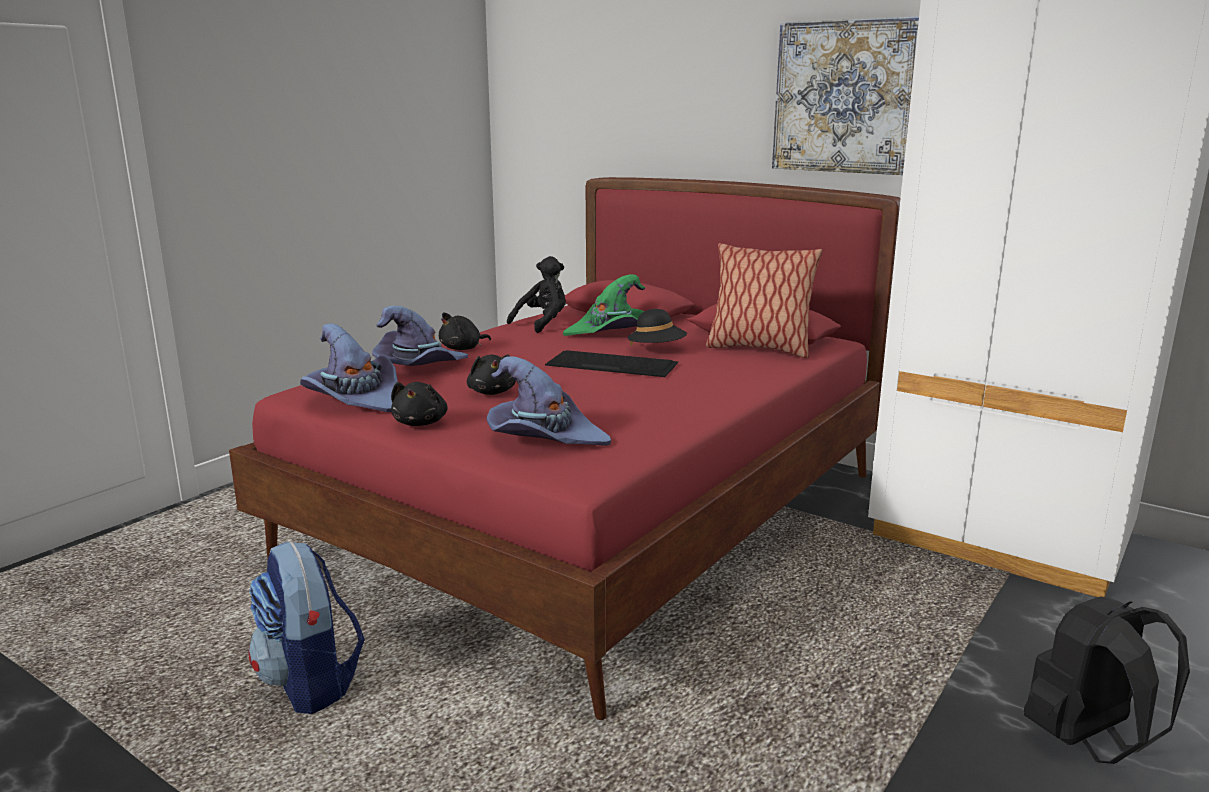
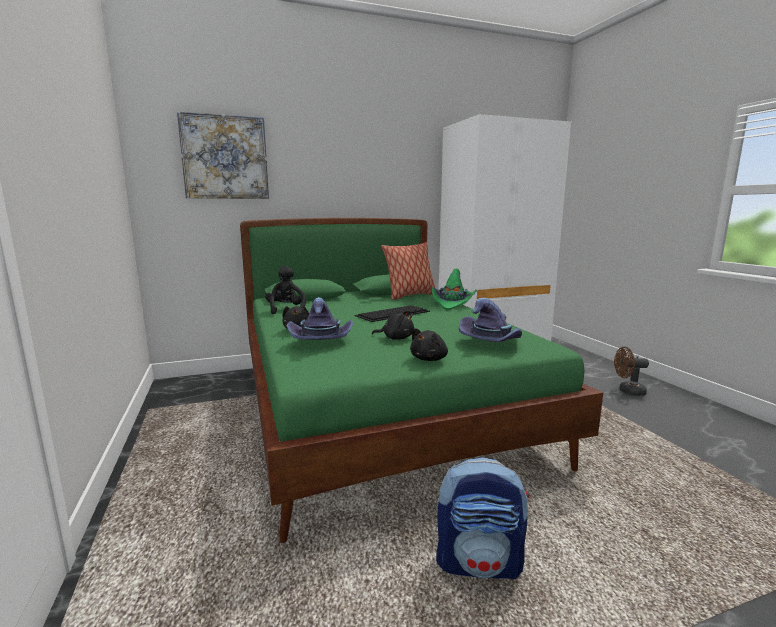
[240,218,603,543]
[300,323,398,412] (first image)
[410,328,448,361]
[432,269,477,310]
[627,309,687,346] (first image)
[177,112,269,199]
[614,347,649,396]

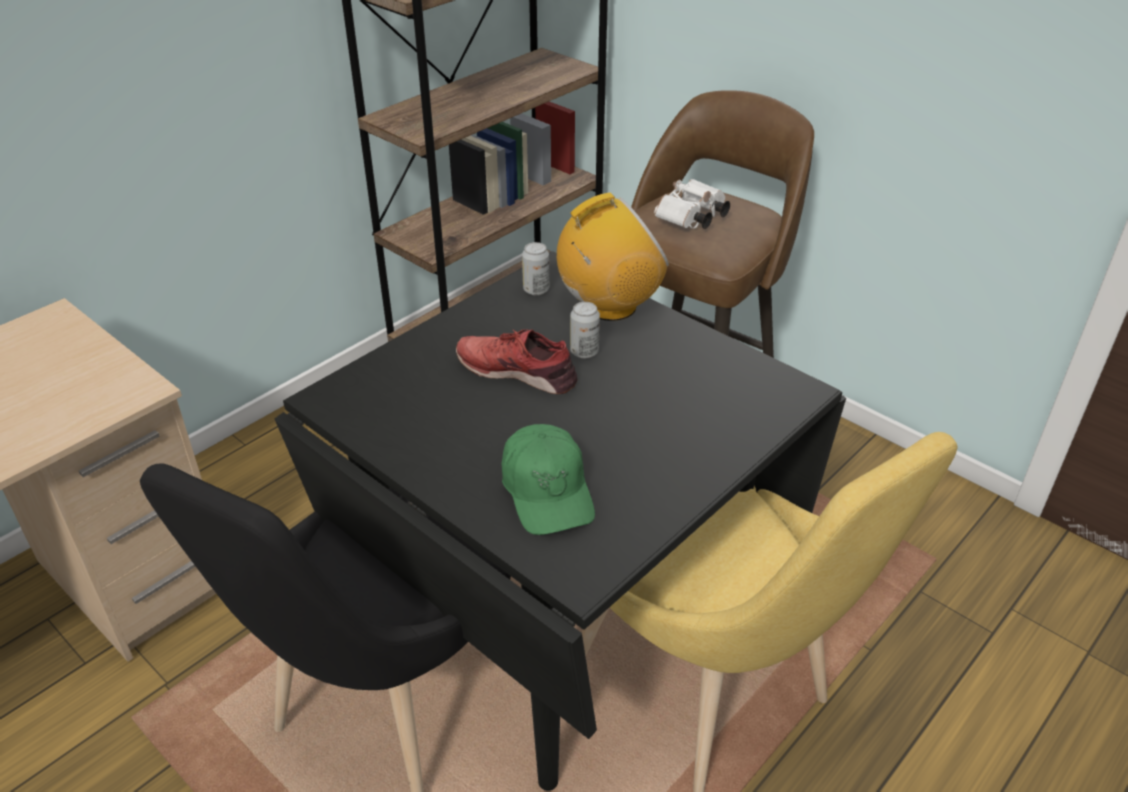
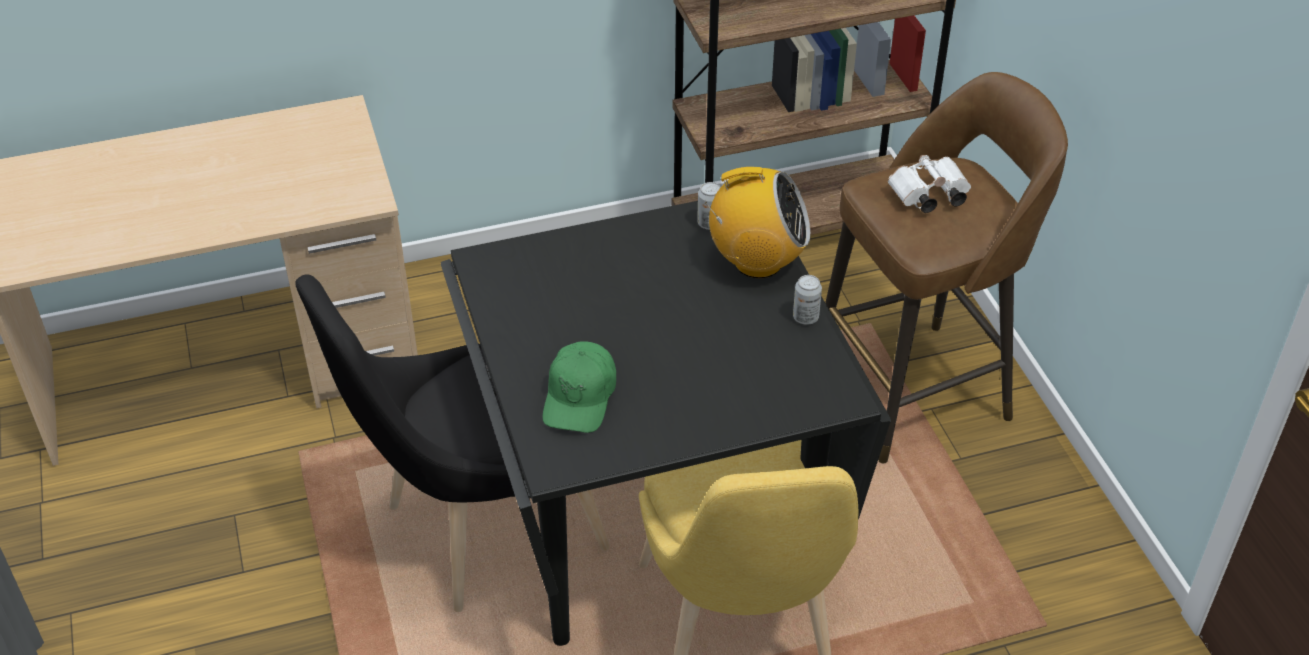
[456,329,577,394] (first image)
[793,275,822,325]

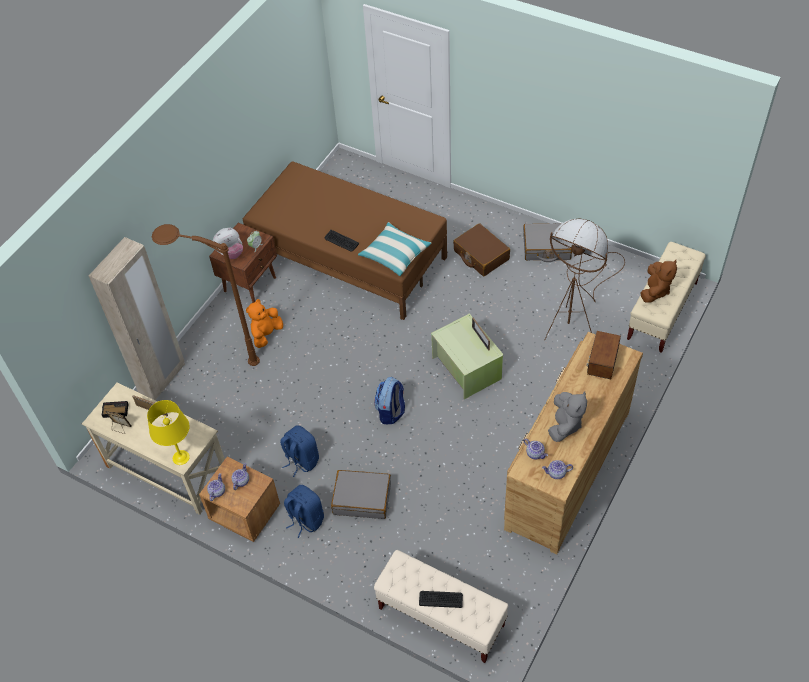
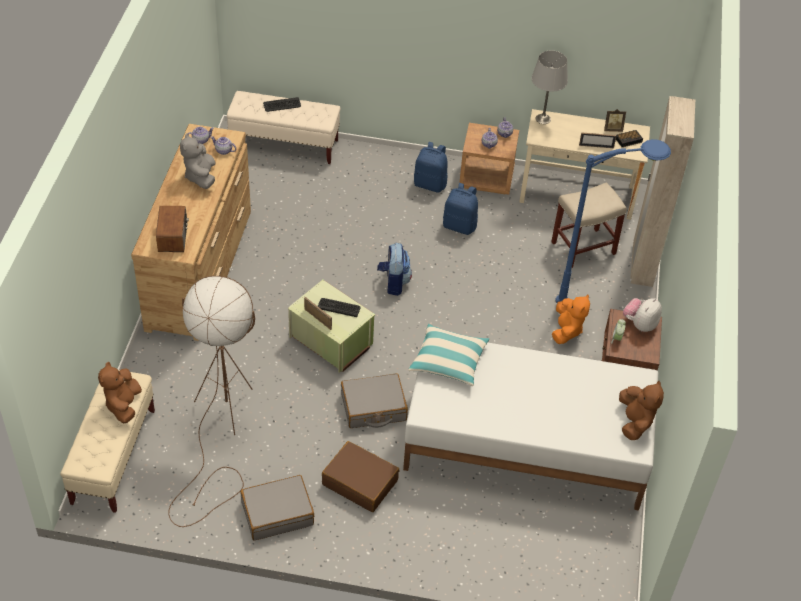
[532,51,568,124]
[556,139,671,303]
[403,339,658,510]
[318,298,361,317]
[341,373,408,428]
[551,182,627,268]
[619,381,664,440]

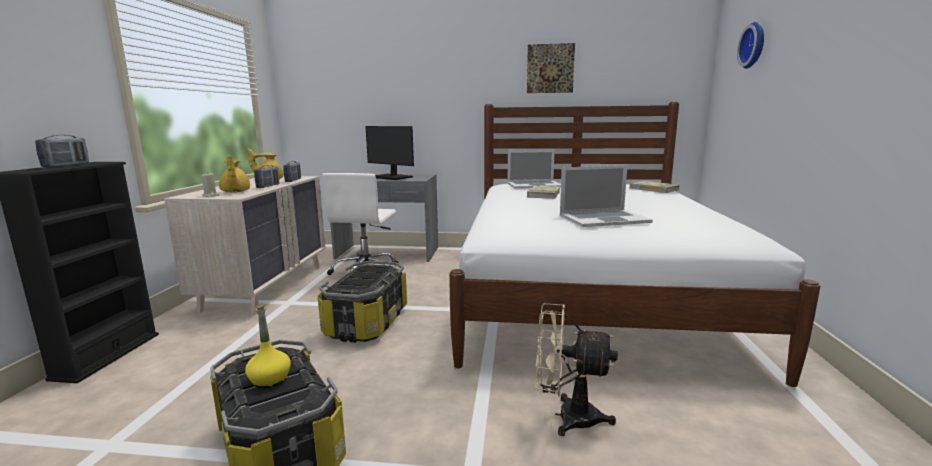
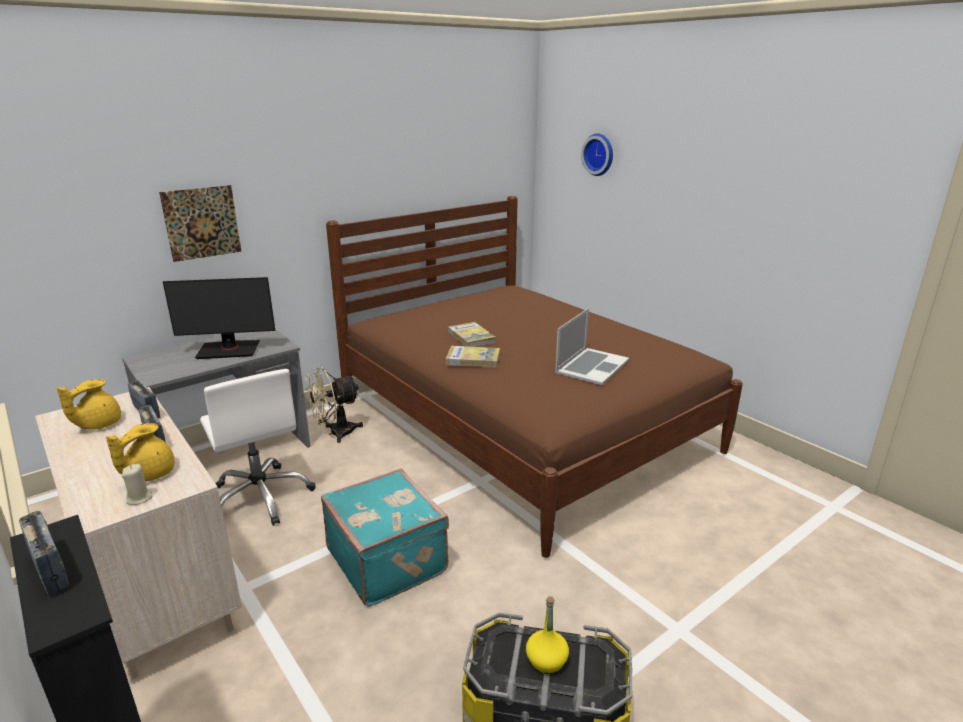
[106,423,174,482]
[321,469,449,607]
[326,195,743,558]
[507,150,561,189] (first image)
[159,185,241,262]
[305,367,363,443]
[446,346,500,368]

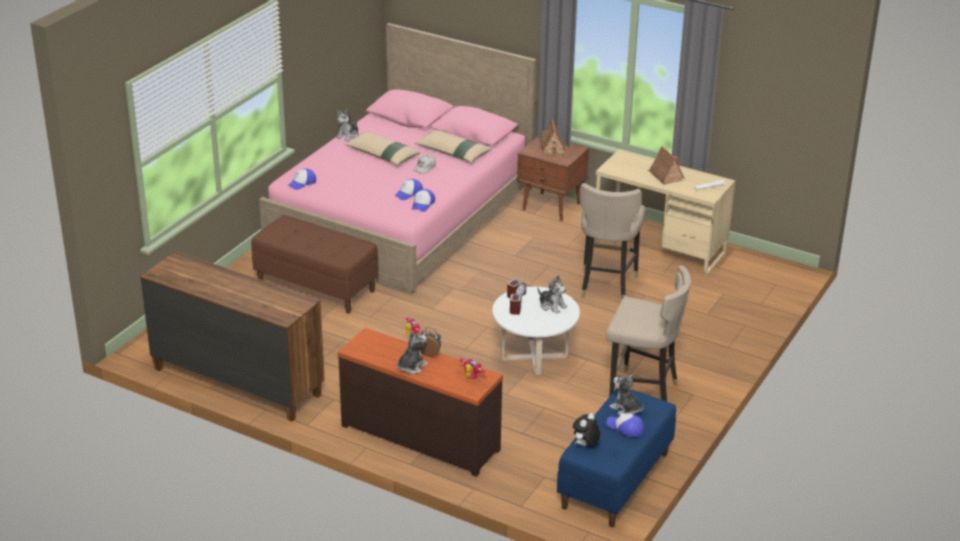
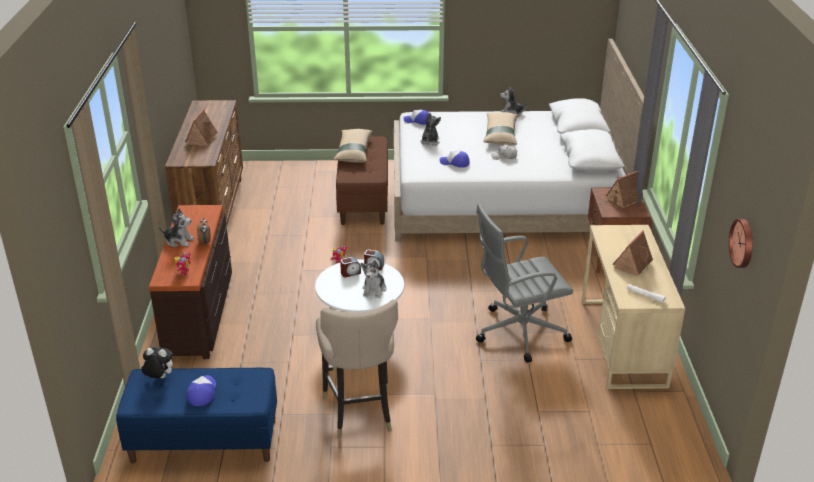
[394,39,644,241]
[412,189,435,212] (first image)
[333,129,373,163]
[476,203,573,363]
[420,112,441,146]
[185,109,218,146]
[729,219,753,268]

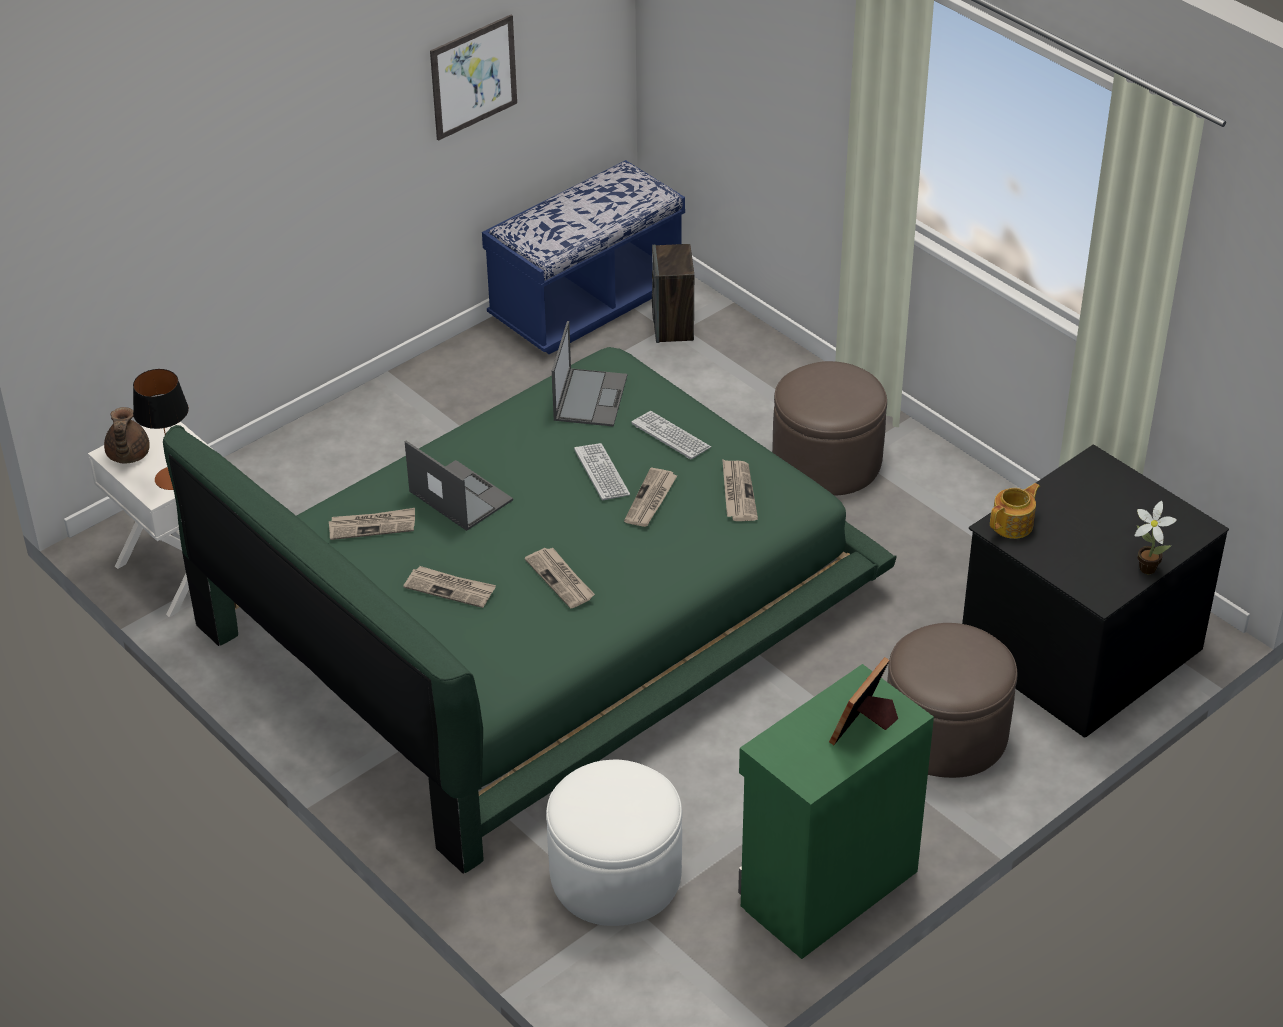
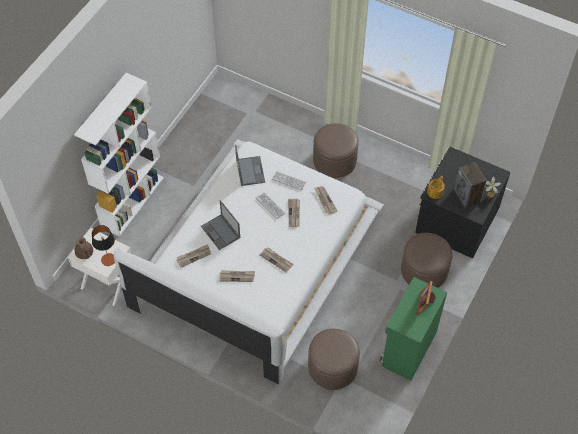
[113,139,384,385]
[201,200,240,250]
[430,15,517,141] (first image)
[482,160,685,354] (first image)
[308,329,360,390]
[454,162,487,208]
[74,73,164,237]

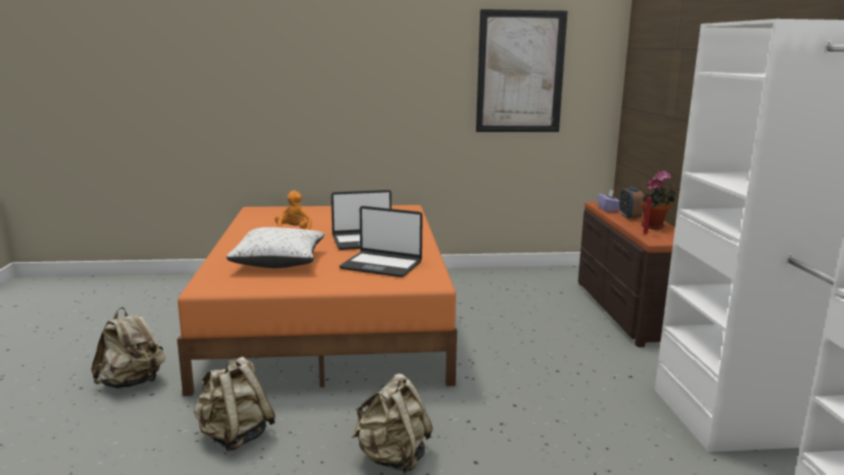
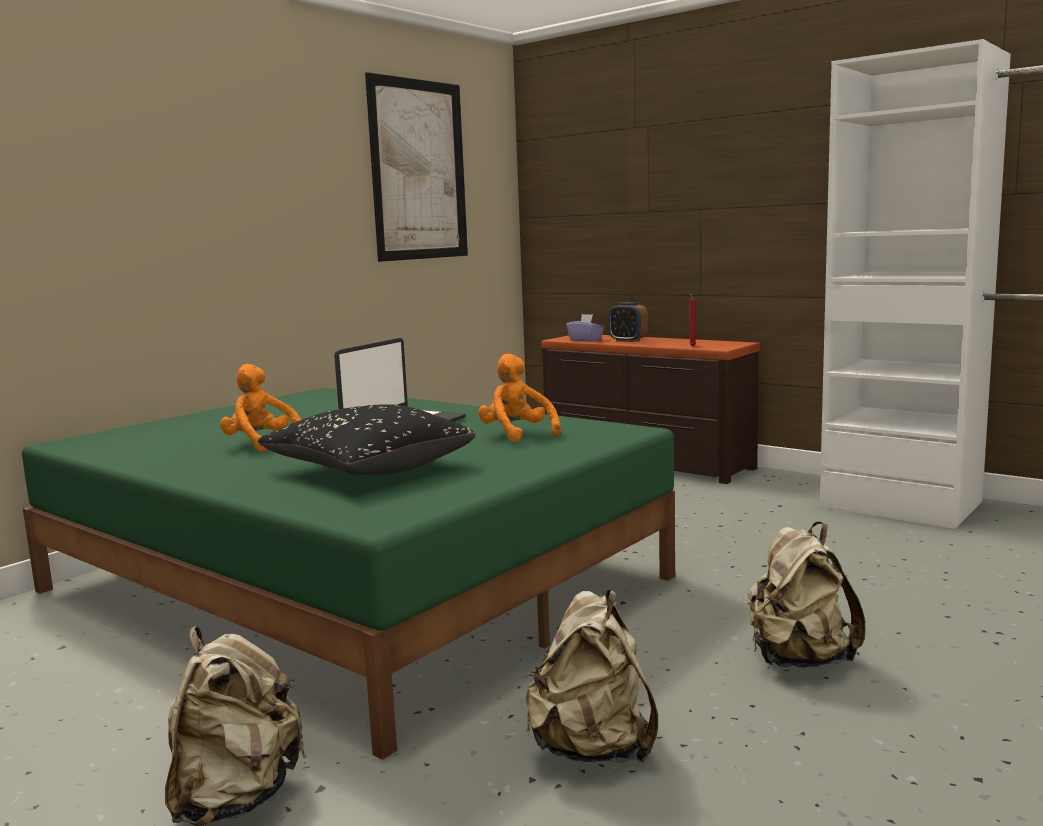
[22,388,675,760]
[258,404,476,475]
[478,354,561,443]
[641,170,677,229] (first image)

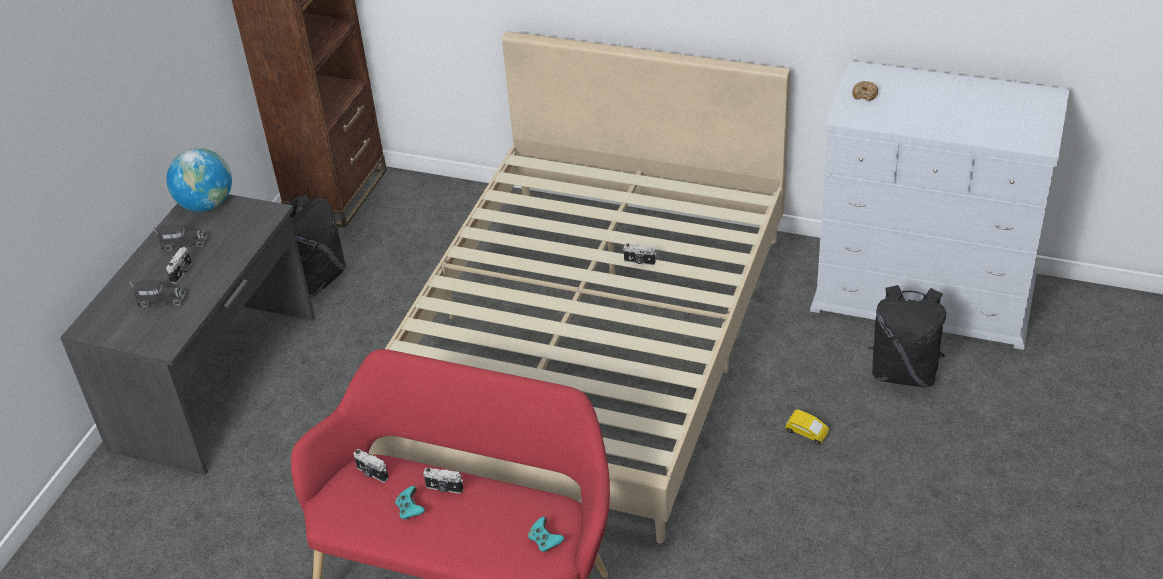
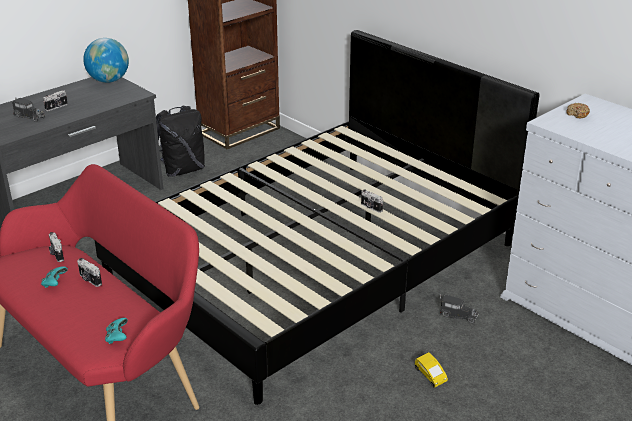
[439,294,479,323]
[94,30,540,405]
[868,285,946,387] (first image)

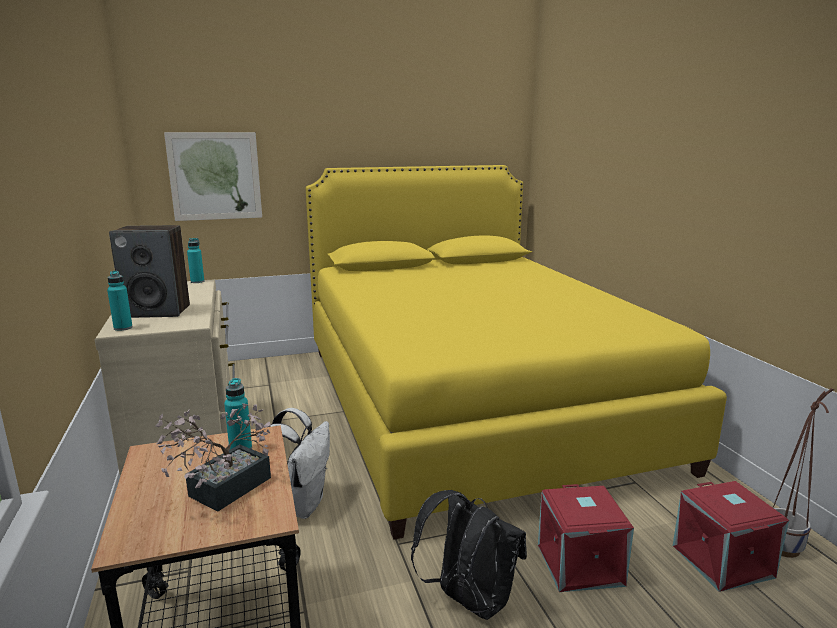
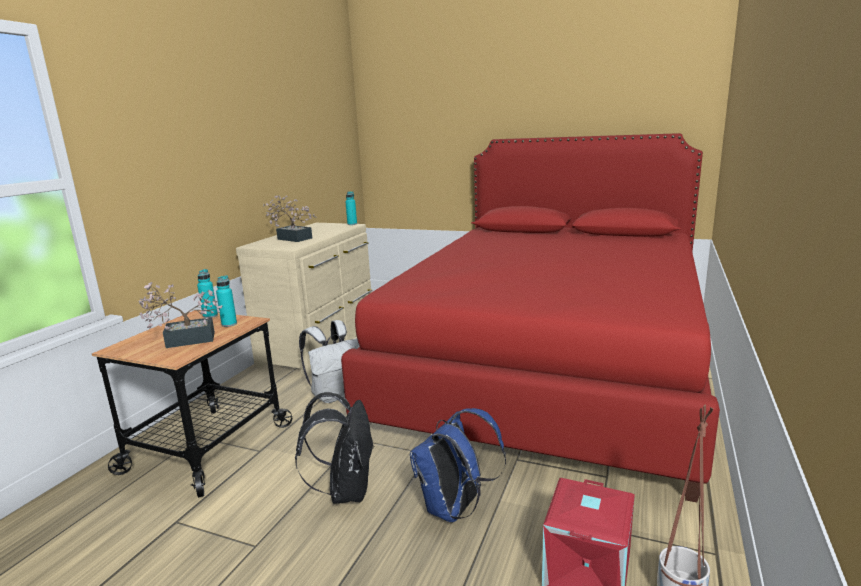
[197,269,218,318]
[263,195,316,242]
[164,132,262,221] (first image)
[341,133,720,502]
[410,408,506,522]

